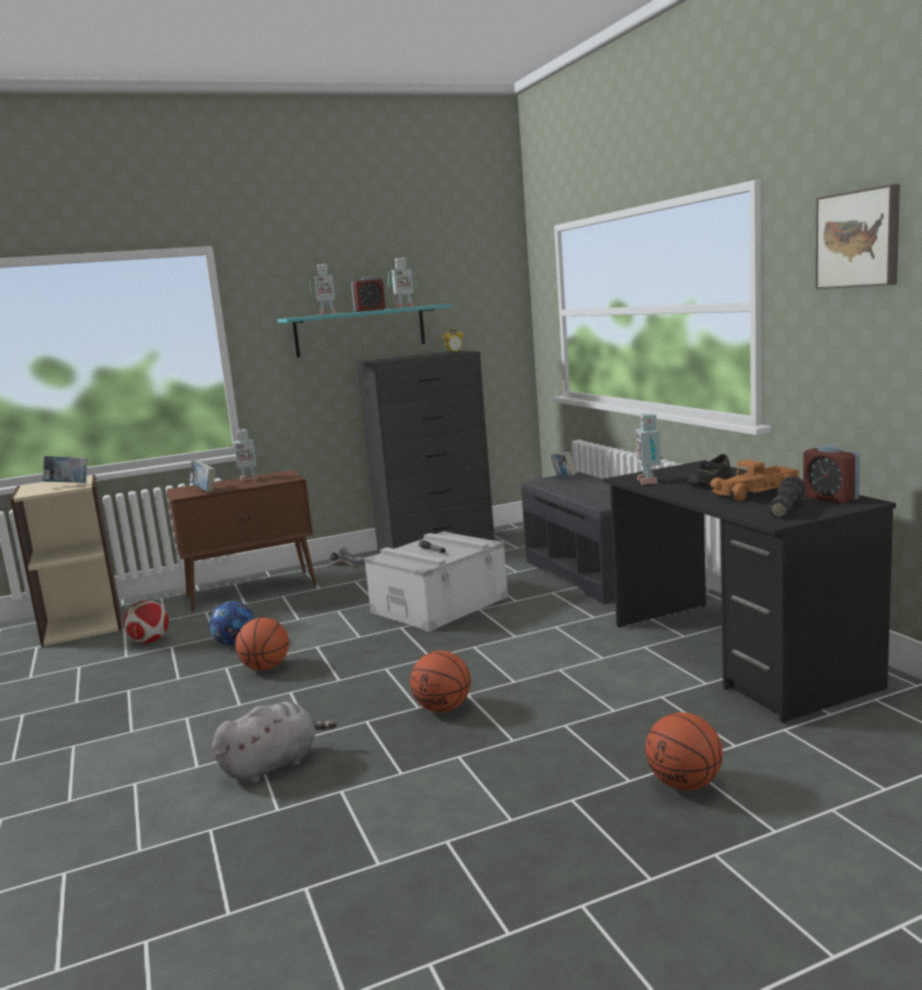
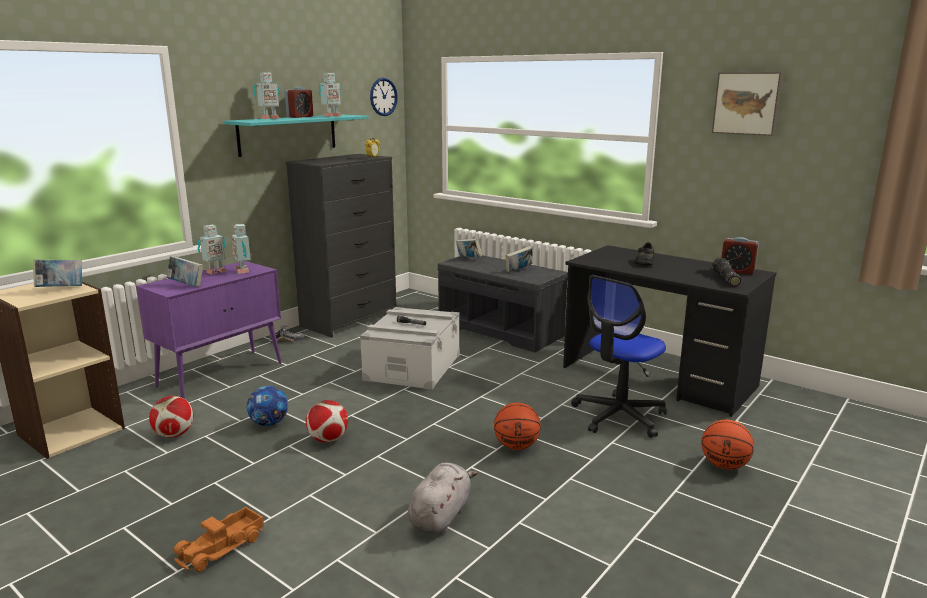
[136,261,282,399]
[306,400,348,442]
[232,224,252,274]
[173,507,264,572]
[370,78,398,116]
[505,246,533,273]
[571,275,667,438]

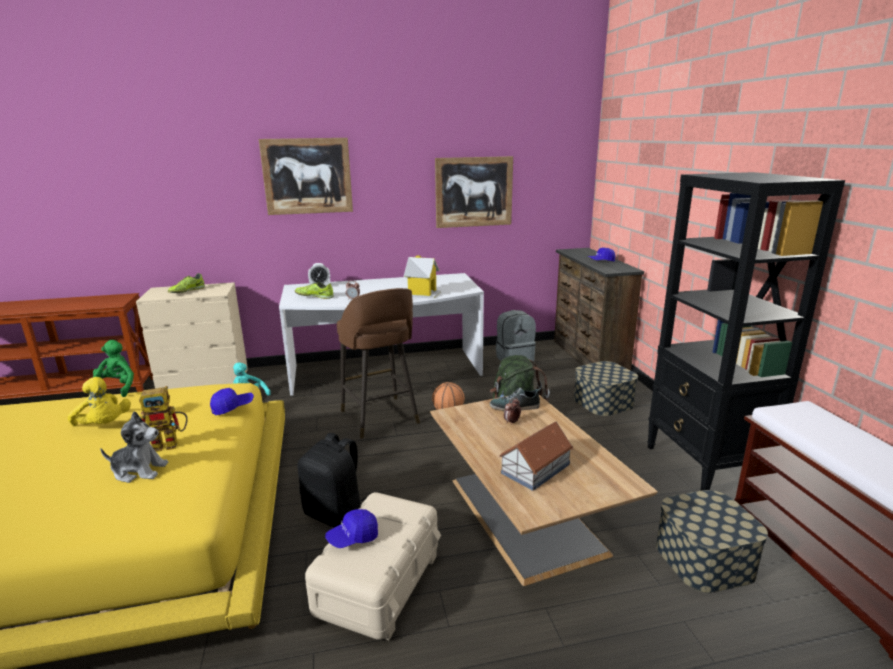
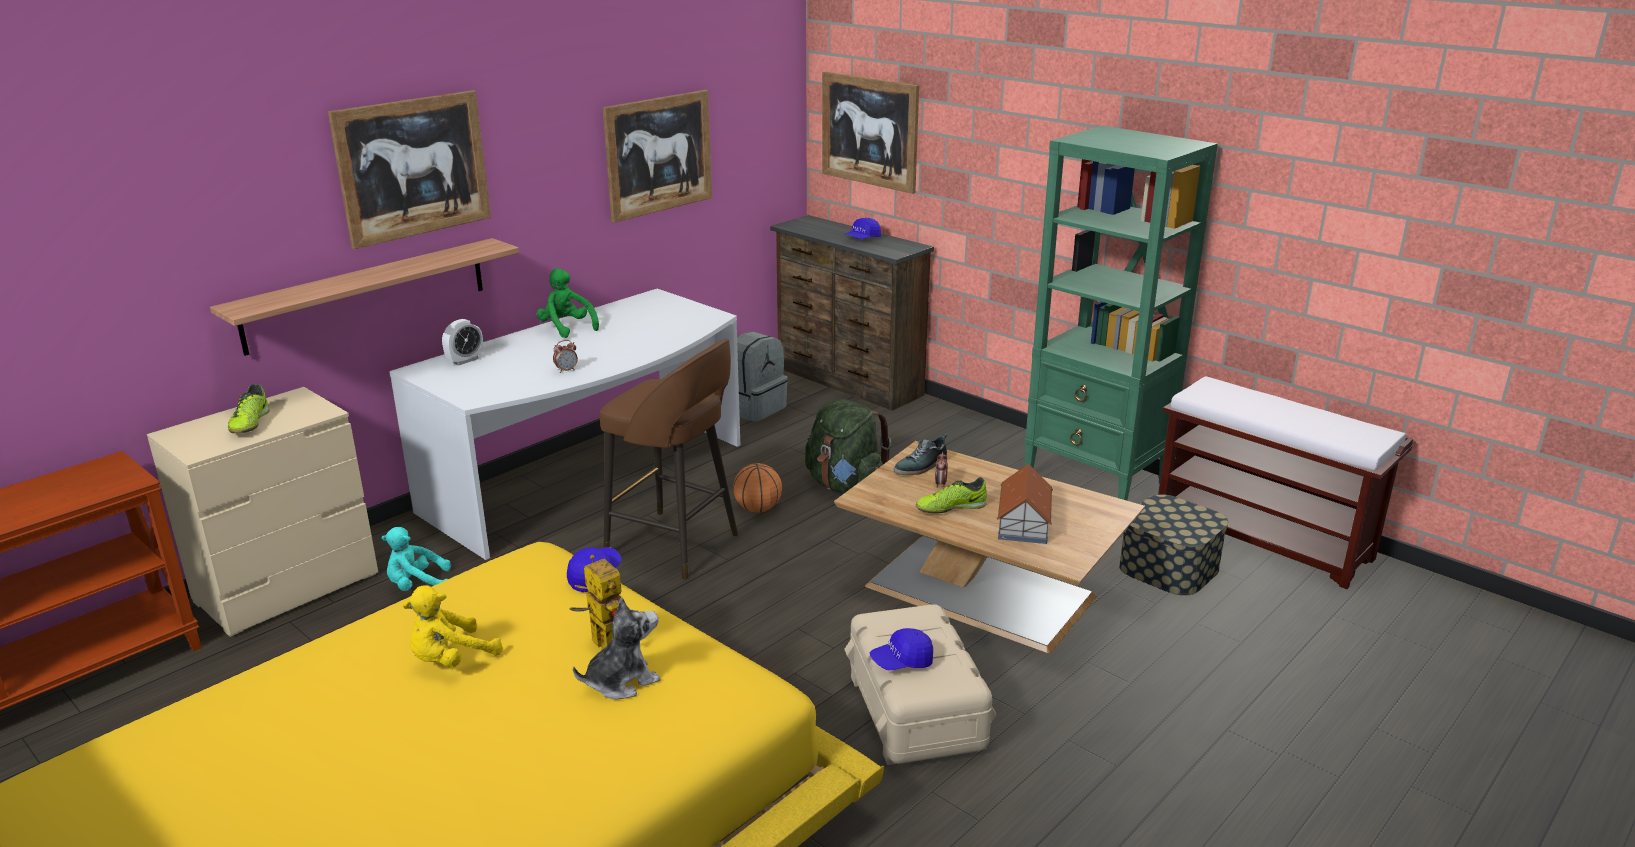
[403,585,503,668]
[536,268,599,338]
[569,555,621,649]
[916,477,987,513]
[297,433,366,528] (first image)
[870,628,933,670]
[403,256,441,299] (first image)
[574,361,638,416] (first image)
[1025,126,1218,501]
[210,238,519,356]
[822,72,919,194]

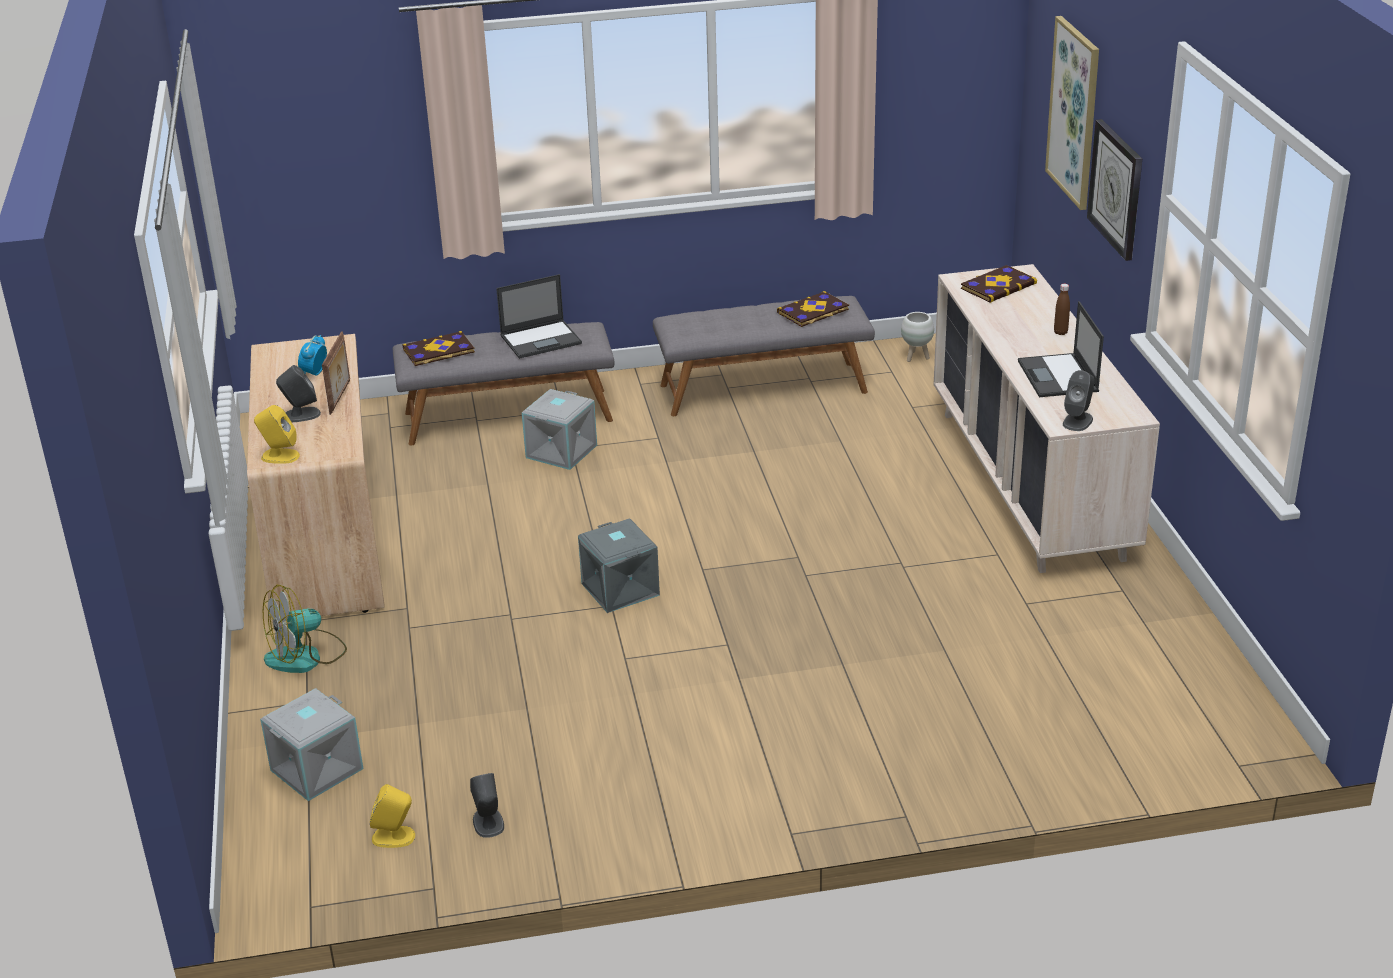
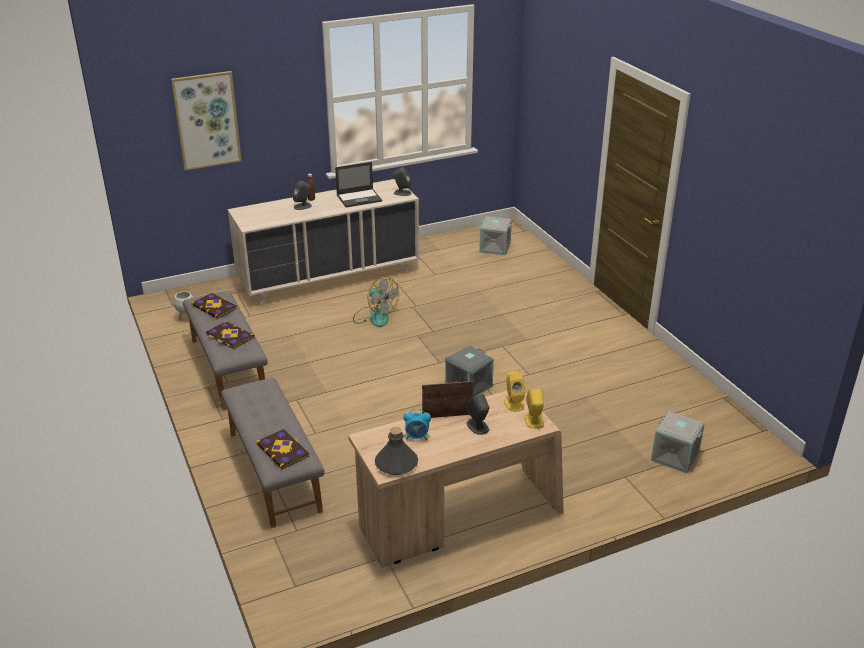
[353,277,399,327]
[504,371,525,412]
[292,180,312,210]
[496,274,582,359] (first image)
[479,216,512,255]
[206,321,254,349]
[1087,119,1142,261] (first image)
[375,427,418,475]

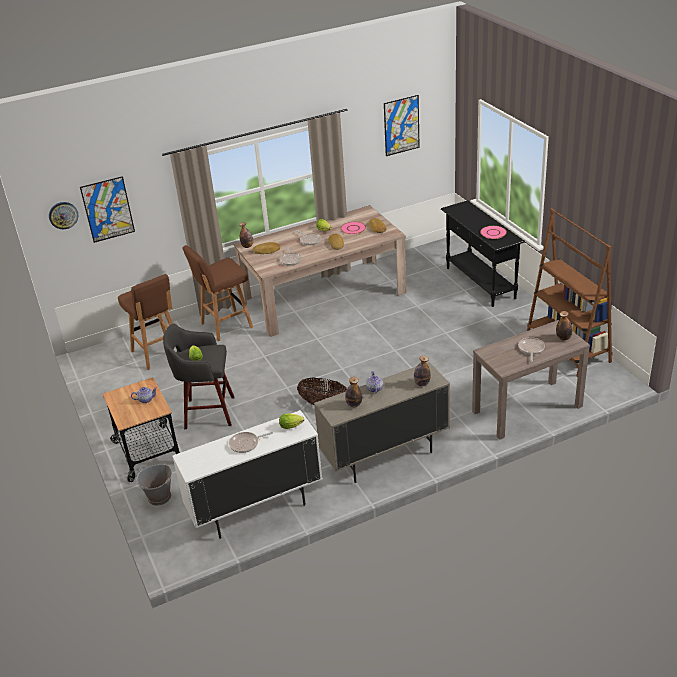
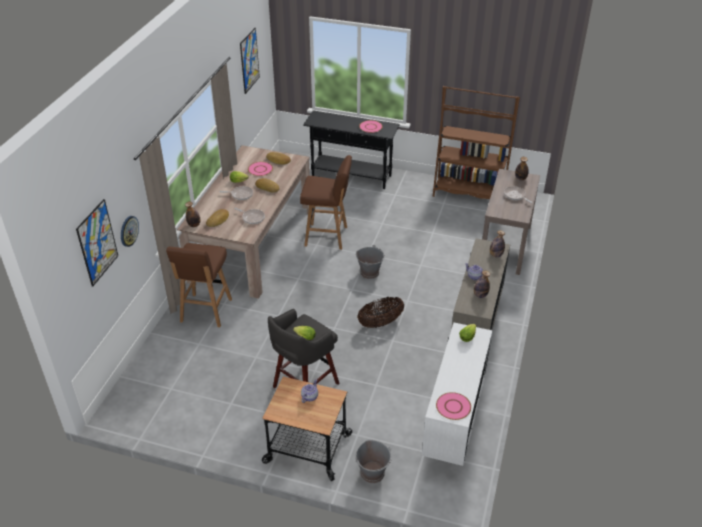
[121,216,139,247]
[300,155,352,250]
[229,432,273,453] (first image)
[356,245,385,279]
[436,392,471,420]

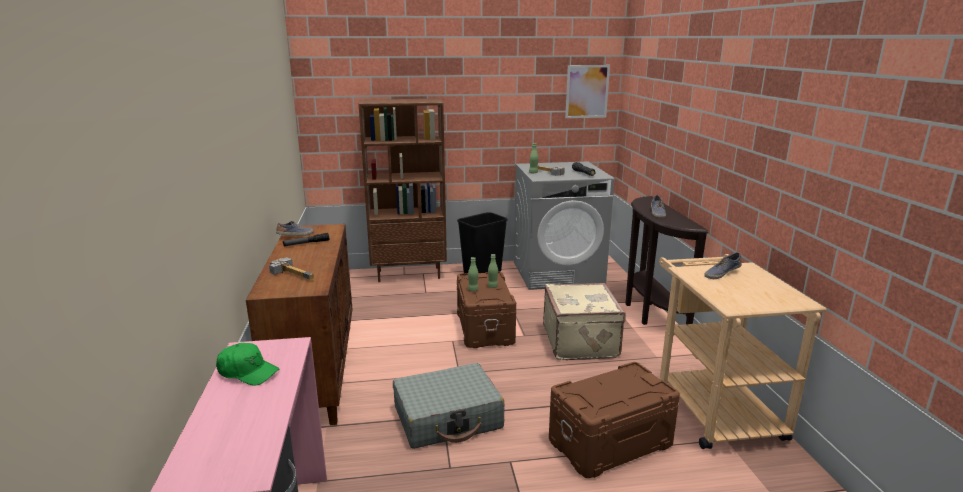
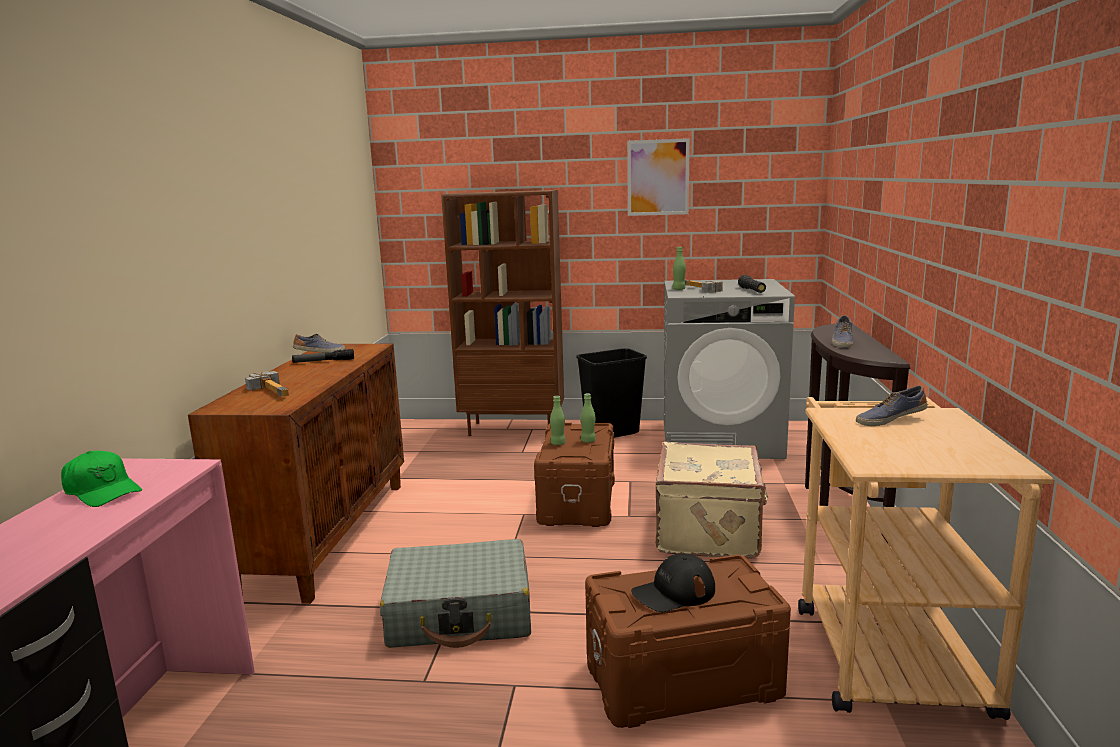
[627,138,690,216]
[631,553,715,612]

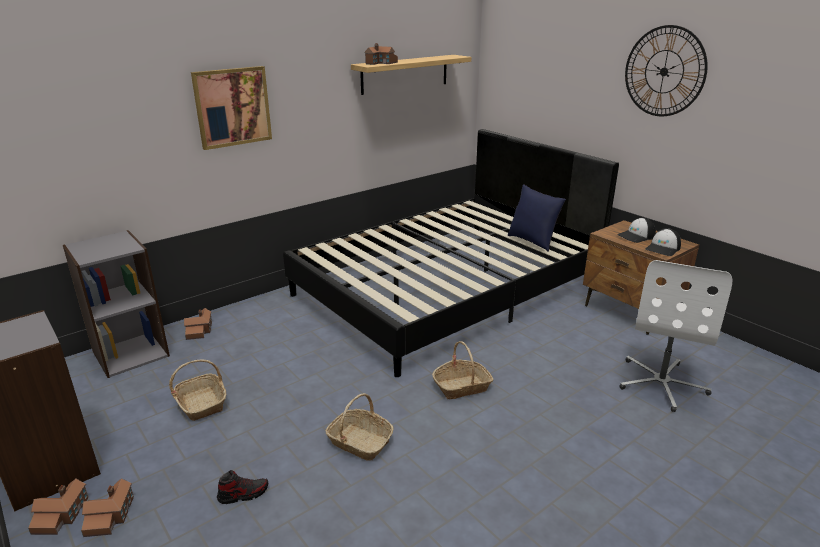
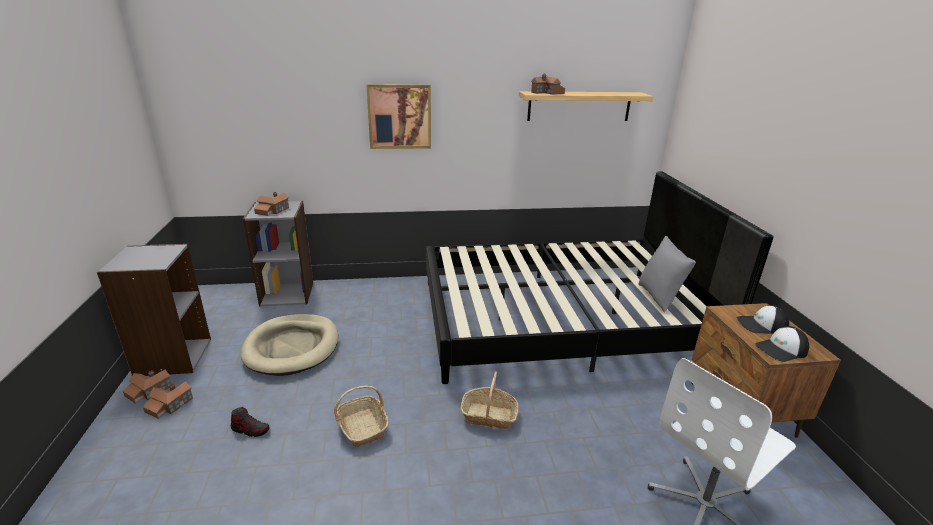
[240,314,338,376]
[254,192,289,216]
[638,236,696,313]
[625,25,708,116] (first image)

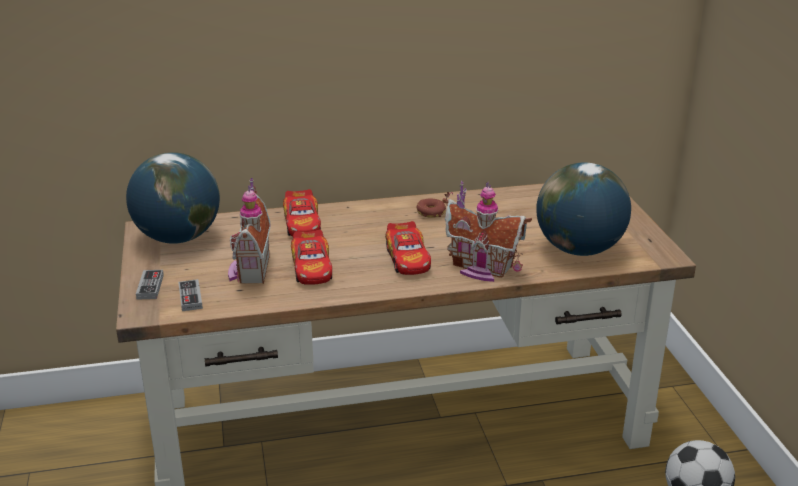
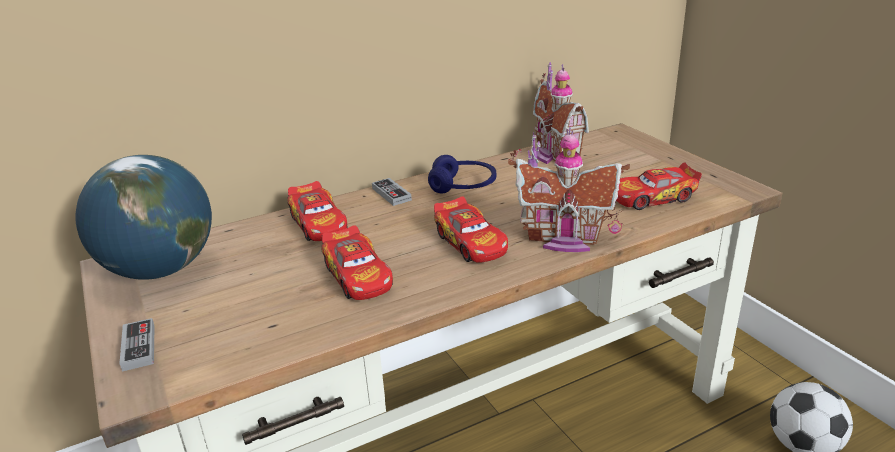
[372,178,412,206]
[533,62,589,164]
[428,155,496,194]
[616,162,702,210]

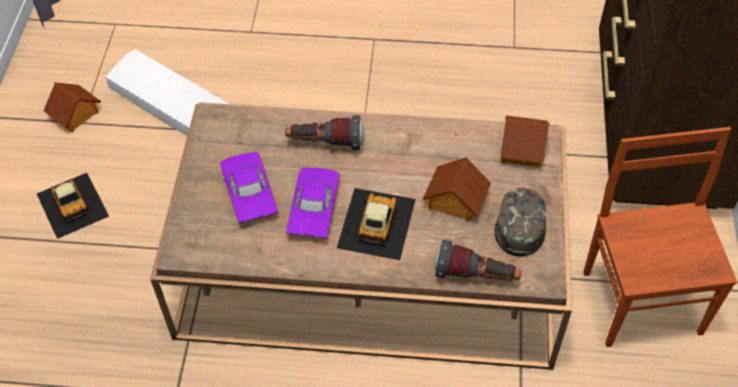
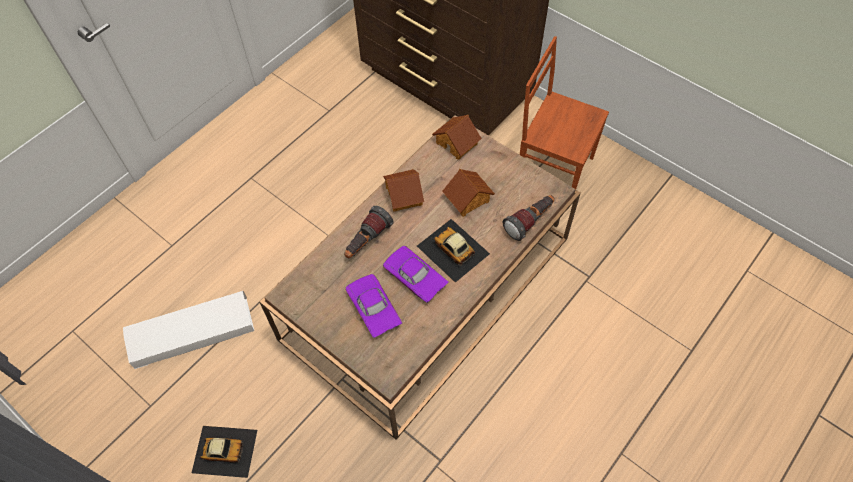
[383,169,424,212]
[346,274,402,338]
[495,188,546,257] (first image)

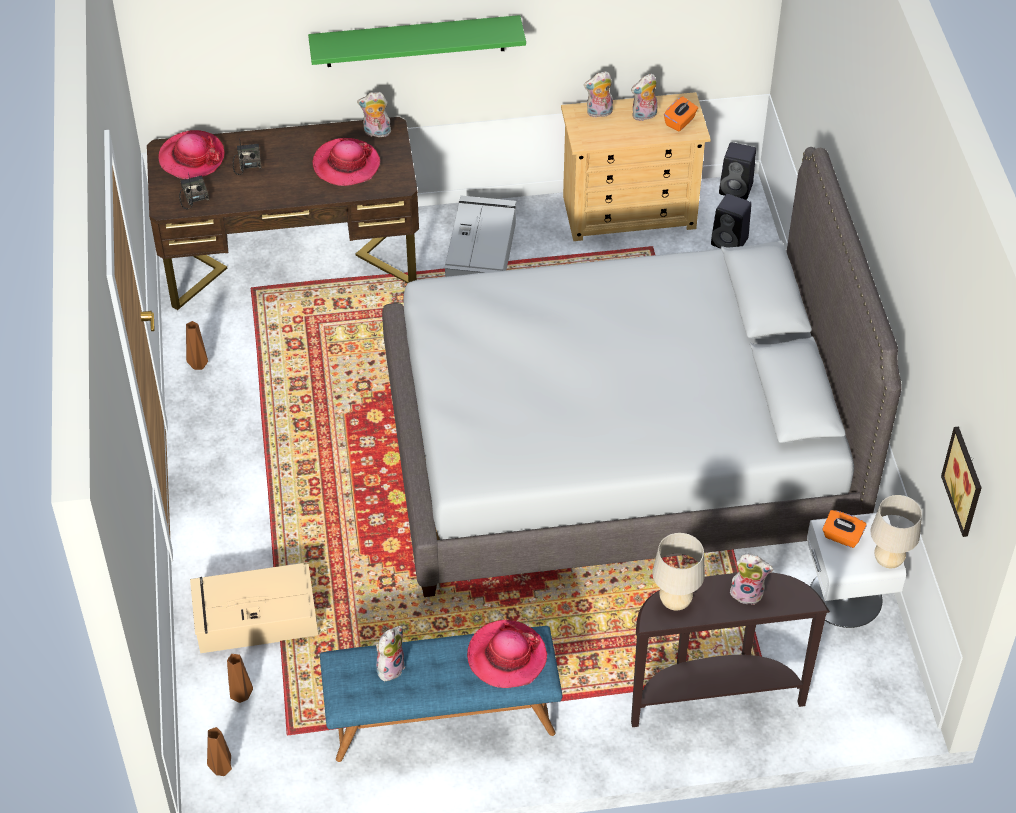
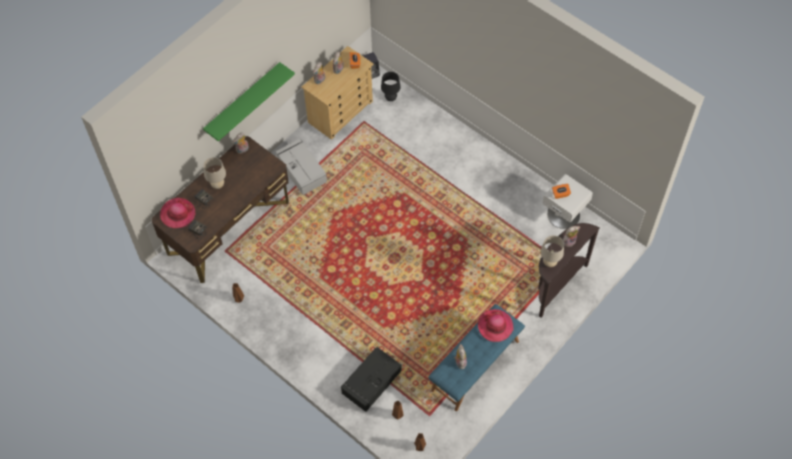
[340,347,401,412]
[312,138,380,186] (first image)
[382,147,902,597] (first image)
[381,72,400,101]
[203,157,226,189]
[941,426,982,537] (first image)

